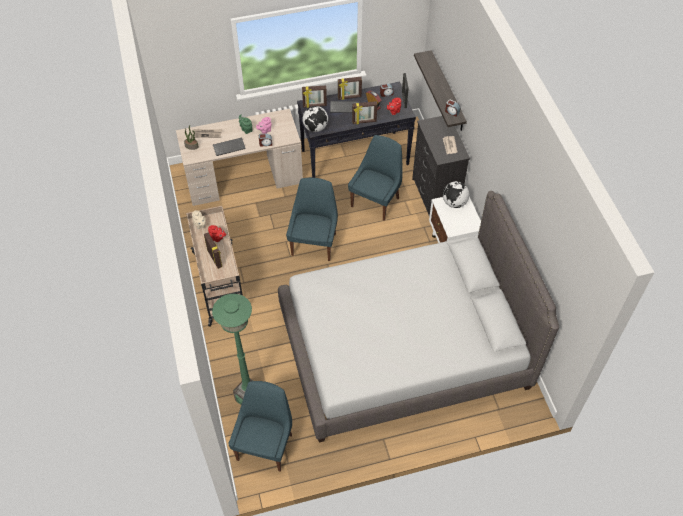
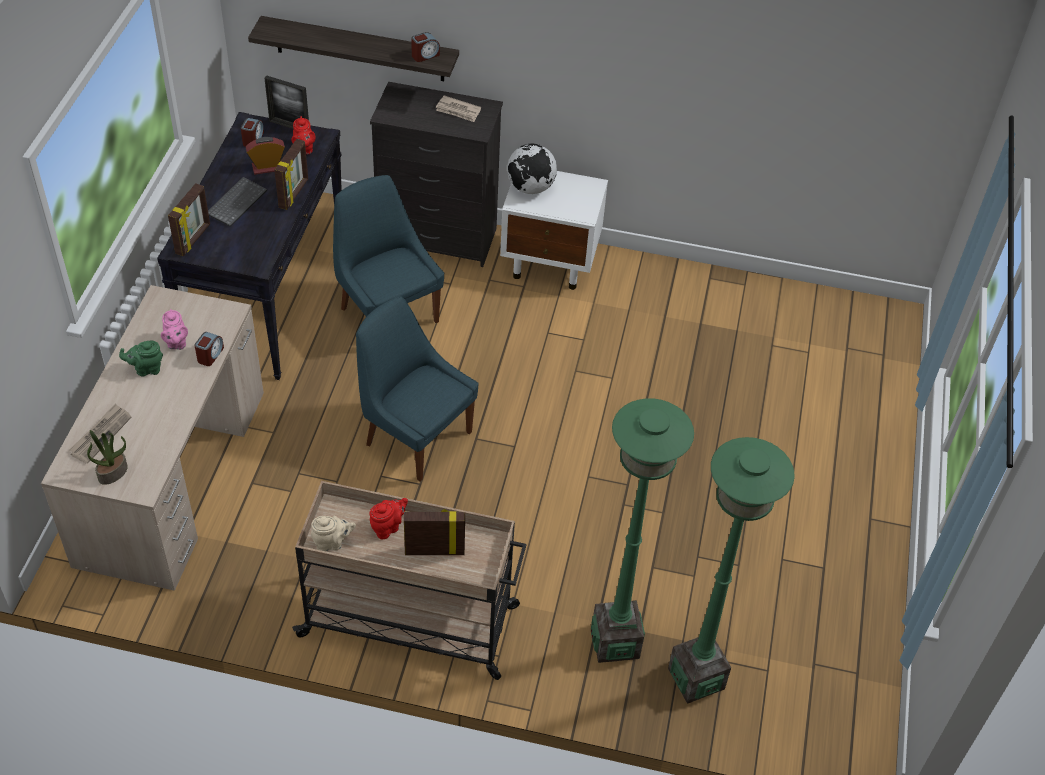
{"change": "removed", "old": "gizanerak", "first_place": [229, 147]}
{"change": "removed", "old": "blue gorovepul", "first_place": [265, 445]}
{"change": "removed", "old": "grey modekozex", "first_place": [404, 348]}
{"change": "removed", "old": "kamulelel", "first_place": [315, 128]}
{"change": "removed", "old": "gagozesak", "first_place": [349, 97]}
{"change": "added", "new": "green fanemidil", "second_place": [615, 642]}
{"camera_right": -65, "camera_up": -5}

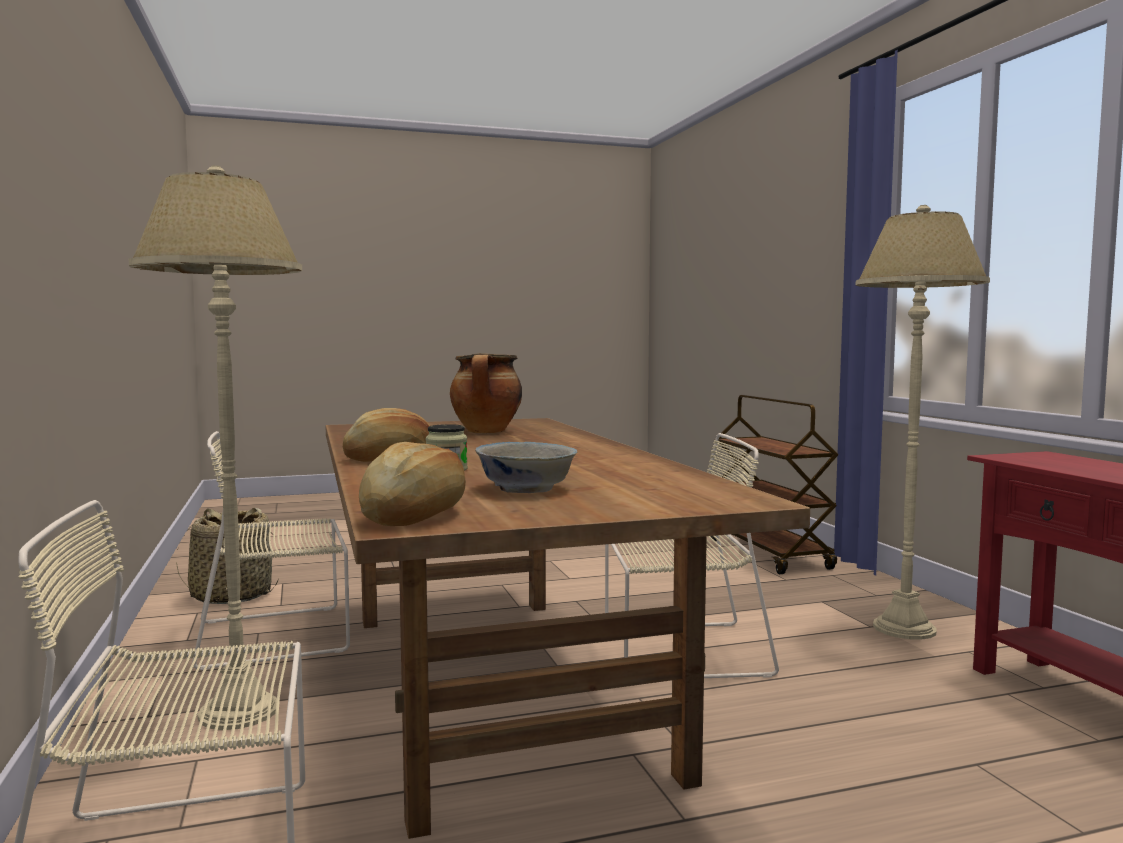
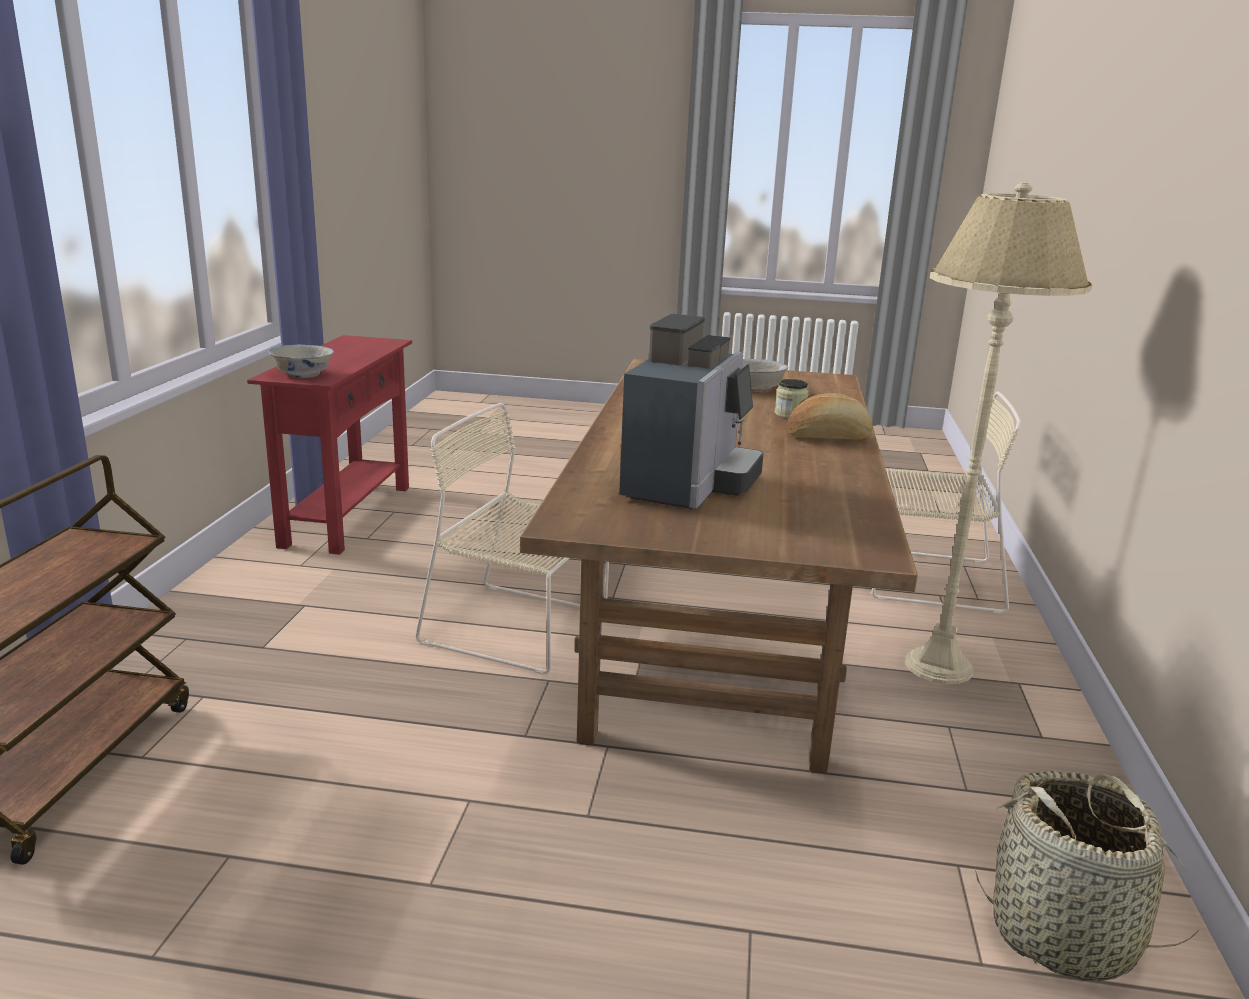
{"change": "removed", "old": "beige gorovepul", "first_place": [279, 635]}
{"change": "removed", "old": "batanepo", "first_place": [414, 516]}
{"change": "removed", "old": "beige fanemidil", "first_place": [904, 628]}
{"change": "added", "new": "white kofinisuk", "second_place": [302, 374]}
{"change": "replaced", "old": "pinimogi", "new": "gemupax", "first_place": [487, 432], "second_place": [689, 484]}
{"camera_right": -155, "camera_up": 15}

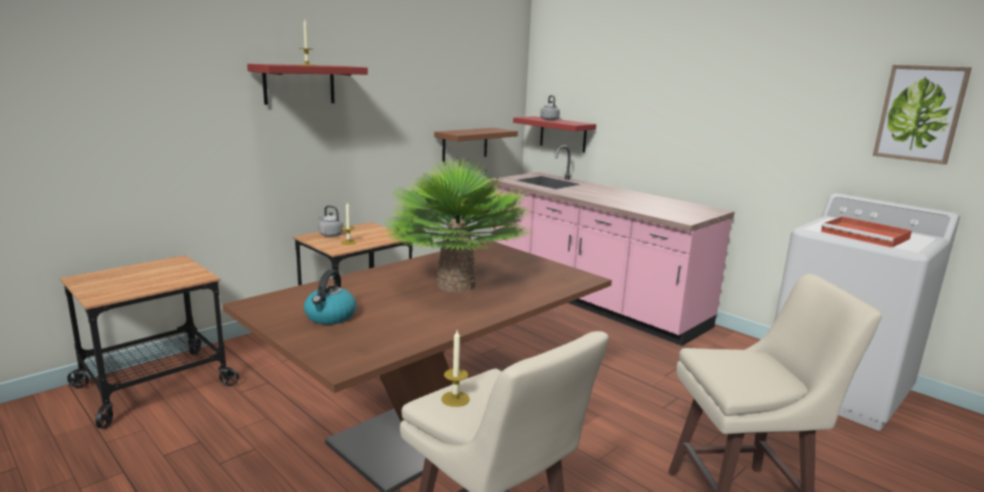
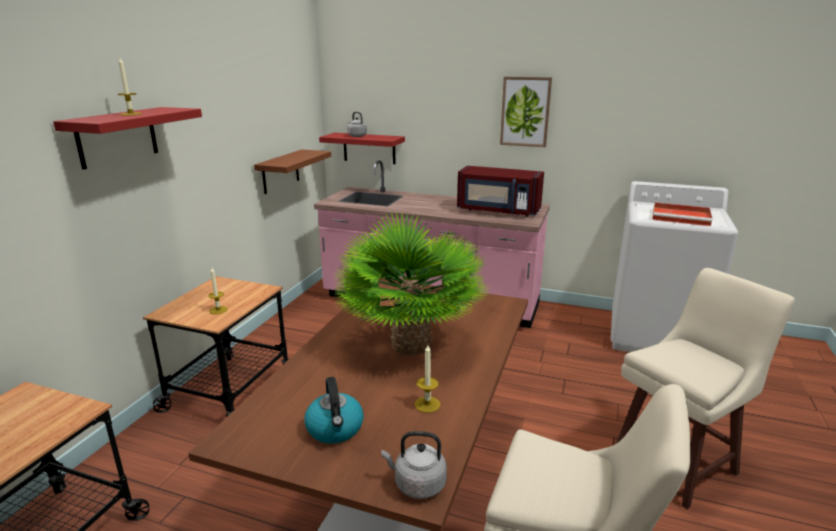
{"change": "added", "new": "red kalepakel", "second_place": [498, 211]}
{"change": "moved", "old": "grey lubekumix", "first_place": [330, 234], "second_place": [417, 484]}
{"change": "moved", "old": "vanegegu", "first_place": [455, 399], "second_place": [427, 404]}
{"change": "moved", "old": "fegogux", "first_place": [920, 113], "second_place": [525, 111]}
{"camera_right": -25, "camera_up": 5}

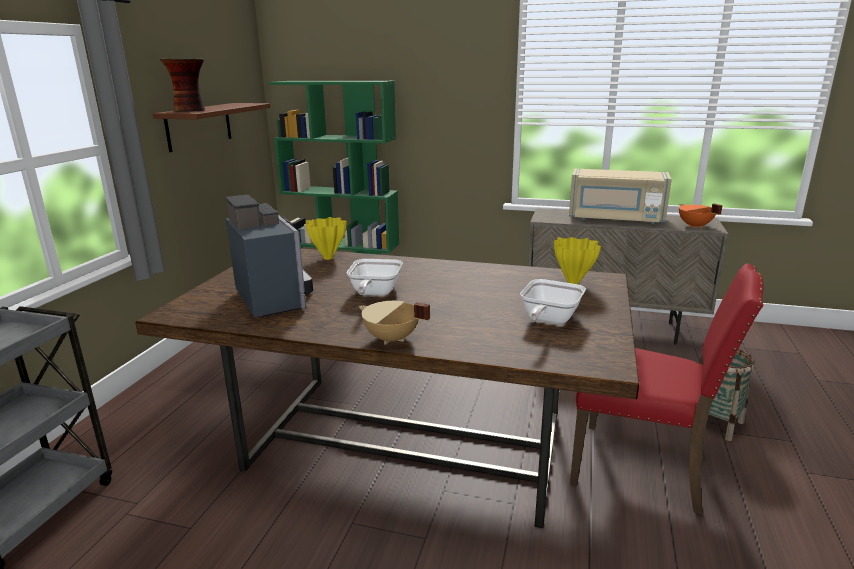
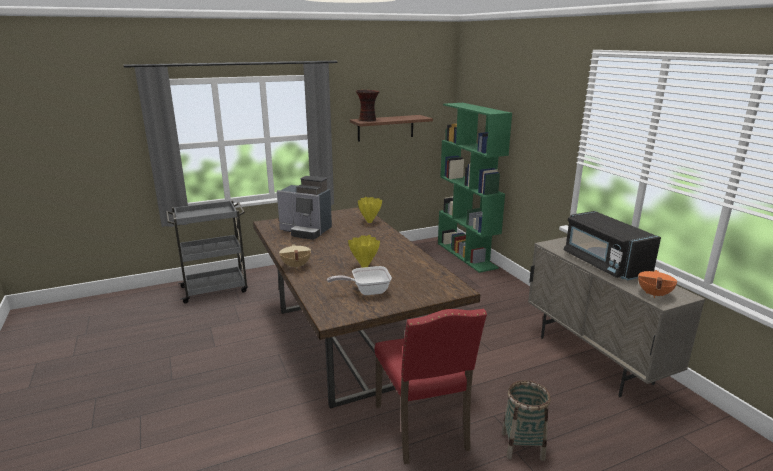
{"change": "removed", "old": "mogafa", "first_place": [374, 293]}
{"change": "moved", "old": "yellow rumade", "first_place": [573, 284], "second_place": [364, 266]}
{"change": "recoloured", "old": "beige kalepakel", "new": "black kalepakel", "first_place": [615, 219], "second_place": [604, 264]}
{"change": "turned", "old": "gemupax", "first_place": [274, 297], "second_place": [306, 231], "degrees": 90}
{"camera_right": 50, "camera_up": 0}

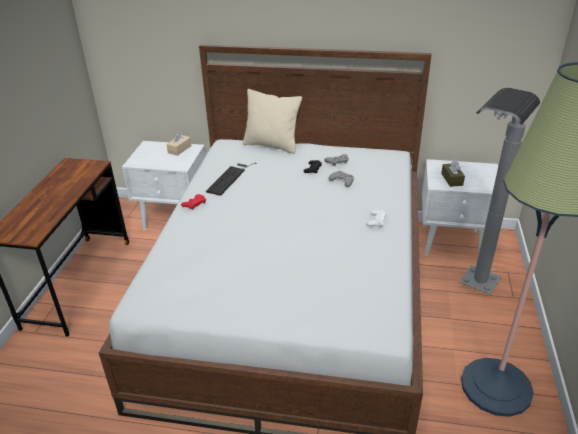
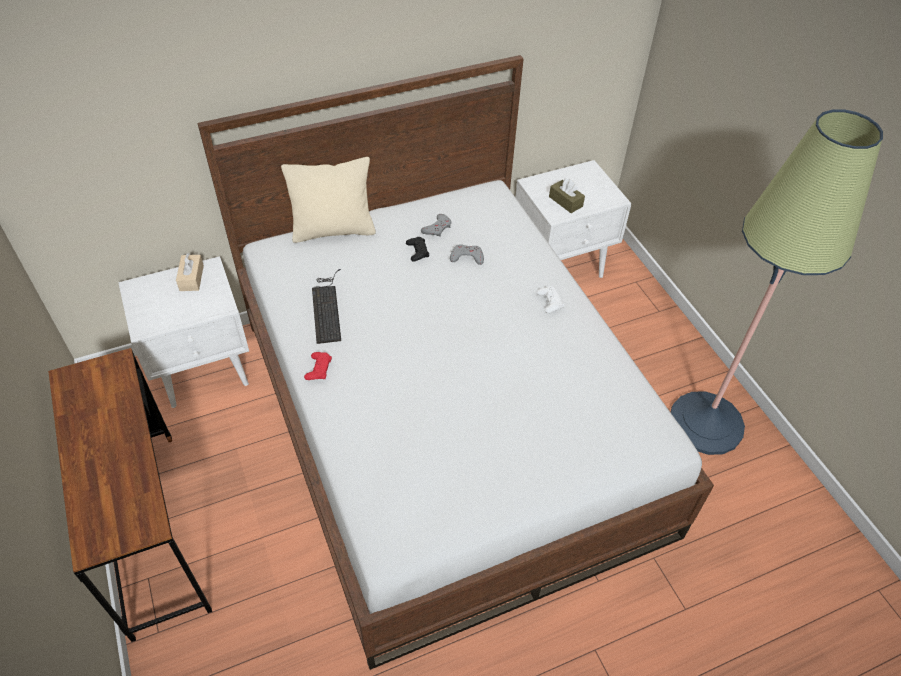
{"change": "removed", "old": "grey fanemidil", "first_place": [472, 296]}
{"camera_right": -35, "camera_up": 15}

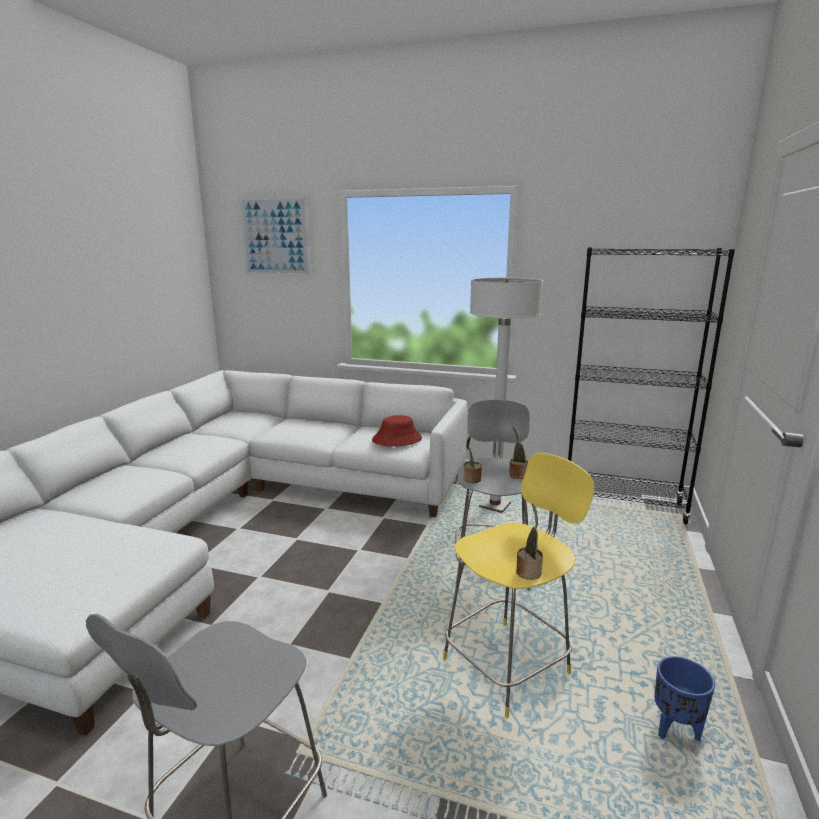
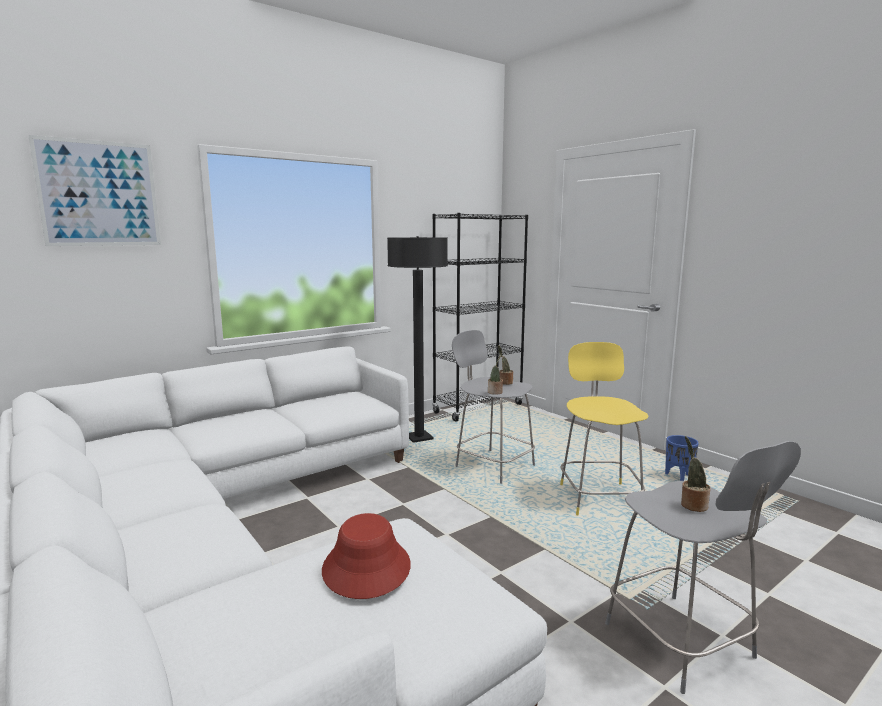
{"change": "moved", "old": "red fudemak", "first_place": [397, 439], "second_place": [366, 568]}
{"change": "moved", "old": "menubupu", "first_place": [528, 571], "second_place": [692, 505]}
{"change": "recoloured", "old": "white fanemidil", "new": "black fanemidil", "first_place": [495, 506], "second_place": [419, 438]}
{"camera_right": -55, "camera_up": -5}

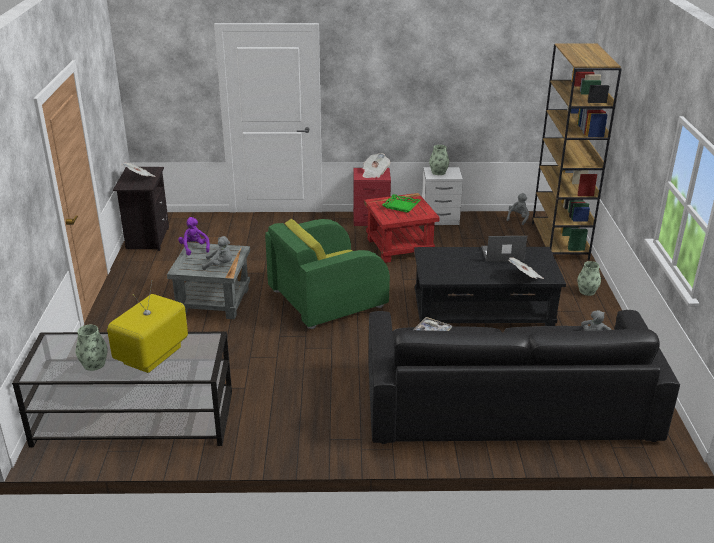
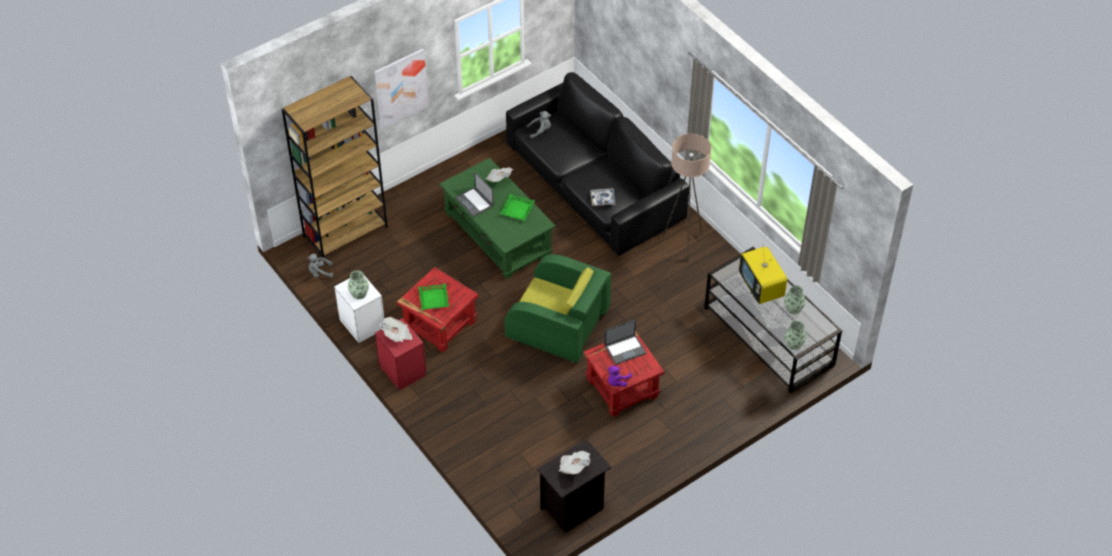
{"change": "added", "new": "fegogux", "second_place": [401, 88]}
{"change": "added", "new": "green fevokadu", "second_place": [517, 209]}
{"change": "added", "new": "beige fanemidil", "second_place": [683, 244]}
{"change": "moved", "old": "rumade", "first_place": [587, 291], "second_place": [794, 344]}
{"change": "replaced", "old": "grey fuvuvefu", "new": "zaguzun", "first_place": [220, 265], "second_place": [625, 349]}
{"change": "recoloured", "old": "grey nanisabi", "new": "red nanisabi", "first_place": [214, 302], "second_place": [622, 387]}
{"change": "recoloured", "old": "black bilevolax", "new": "green bilevolax", "first_place": [482, 310], "second_place": [498, 234]}
{"change": "turned", "old": "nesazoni", "first_place": [152, 356], "second_place": [761, 288], "degrees": 75}
{"camera_right": -125, "camera_up": 20}

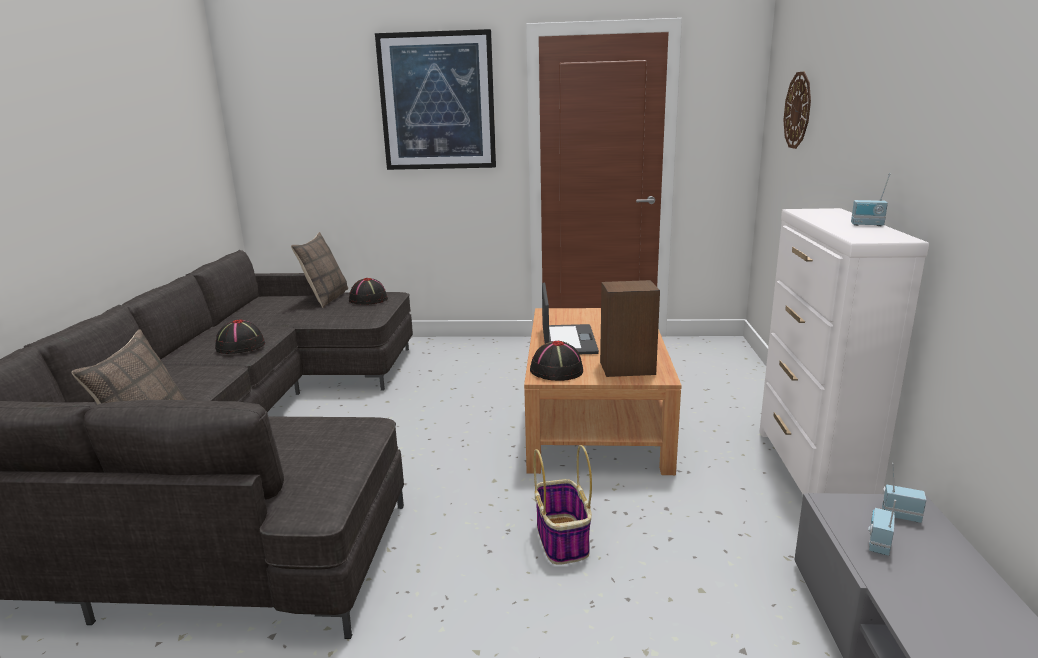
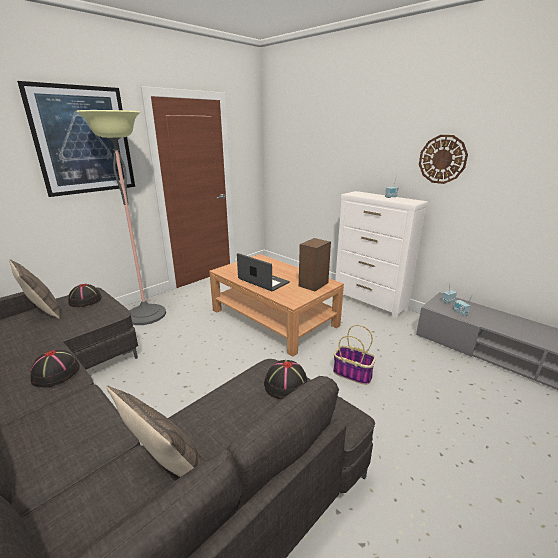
{"change": "added", "new": "fanemidil", "second_place": [146, 315]}
{"change": "moved", "old": "black fudemak", "first_place": [556, 371], "second_place": [285, 385]}
{"change": "moved", "old": "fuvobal", "first_place": [798, 110], "second_place": [442, 159]}
{"camera_right": -50, "camera_up": 5}

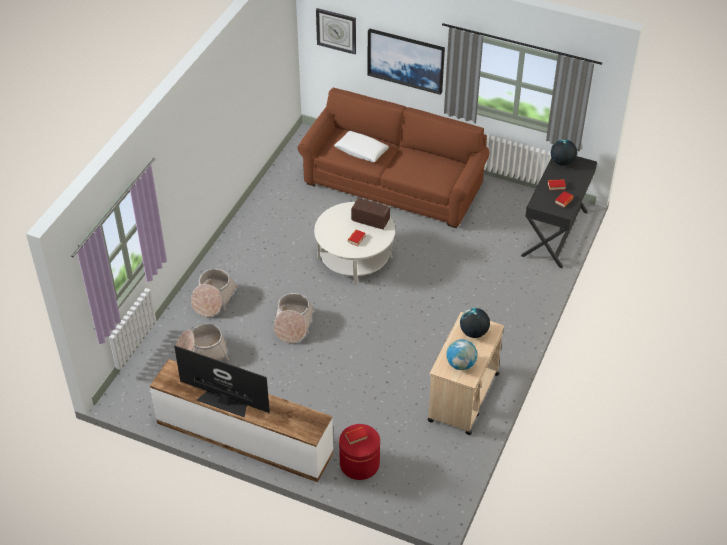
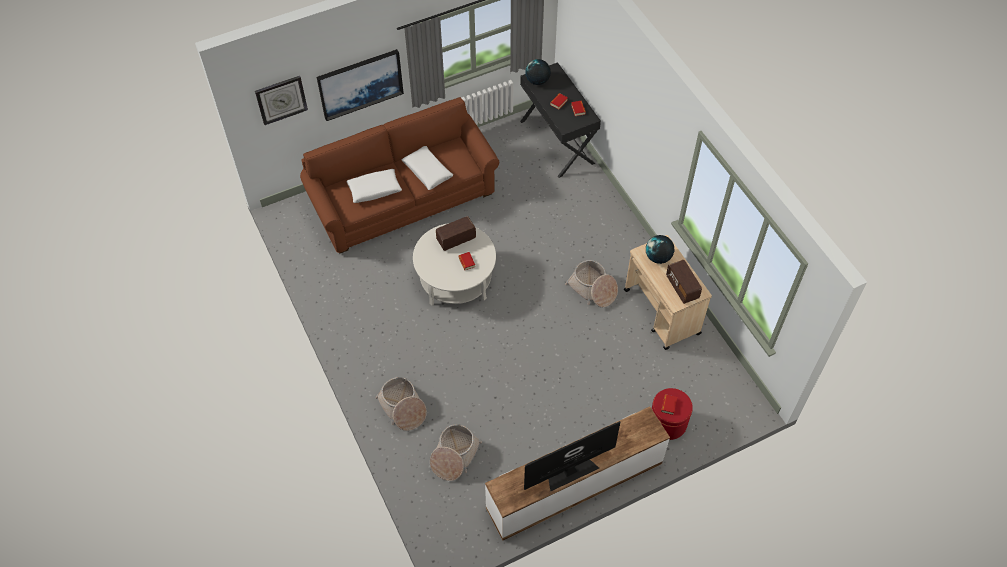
{"change": "added", "new": "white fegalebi", "second_place": [427, 171]}
{"change": "moved", "old": "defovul", "first_place": [293, 324], "second_place": [592, 289]}
{"change": "replaced", "old": "kamulelel", "new": "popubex", "first_place": [461, 364], "second_place": [682, 287]}
{"camera_right": -50, "camera_up": 10}

